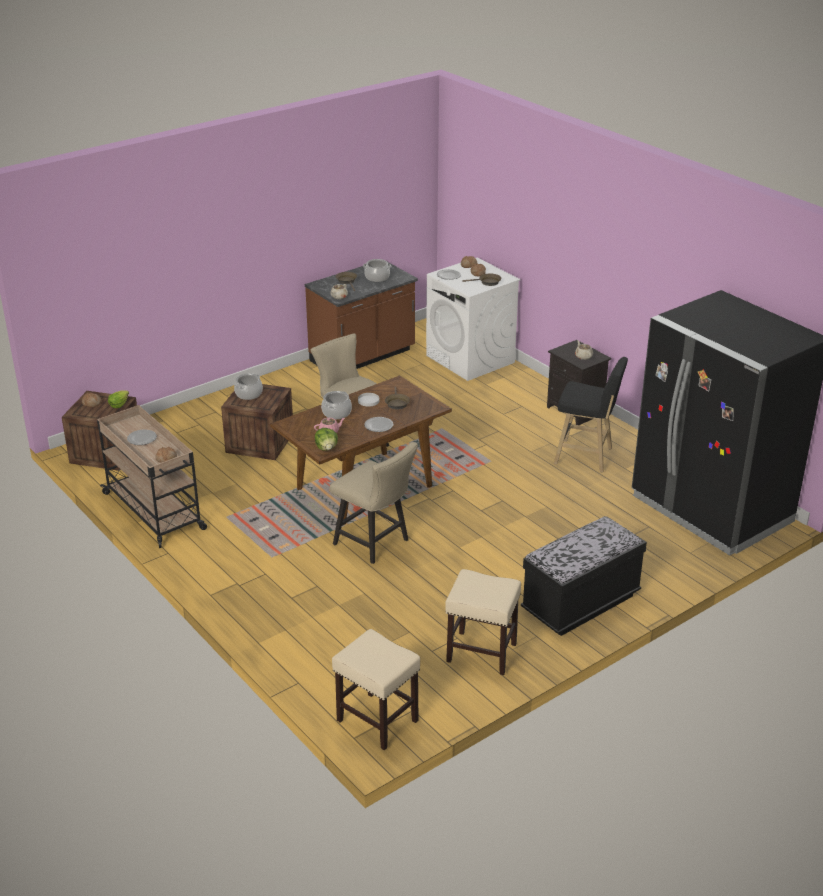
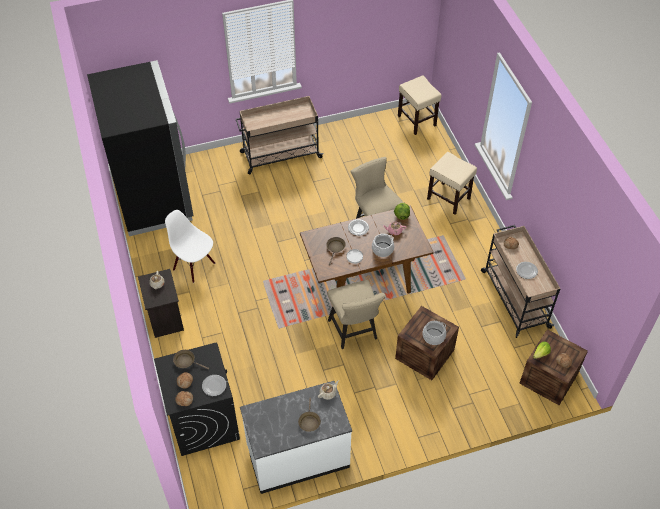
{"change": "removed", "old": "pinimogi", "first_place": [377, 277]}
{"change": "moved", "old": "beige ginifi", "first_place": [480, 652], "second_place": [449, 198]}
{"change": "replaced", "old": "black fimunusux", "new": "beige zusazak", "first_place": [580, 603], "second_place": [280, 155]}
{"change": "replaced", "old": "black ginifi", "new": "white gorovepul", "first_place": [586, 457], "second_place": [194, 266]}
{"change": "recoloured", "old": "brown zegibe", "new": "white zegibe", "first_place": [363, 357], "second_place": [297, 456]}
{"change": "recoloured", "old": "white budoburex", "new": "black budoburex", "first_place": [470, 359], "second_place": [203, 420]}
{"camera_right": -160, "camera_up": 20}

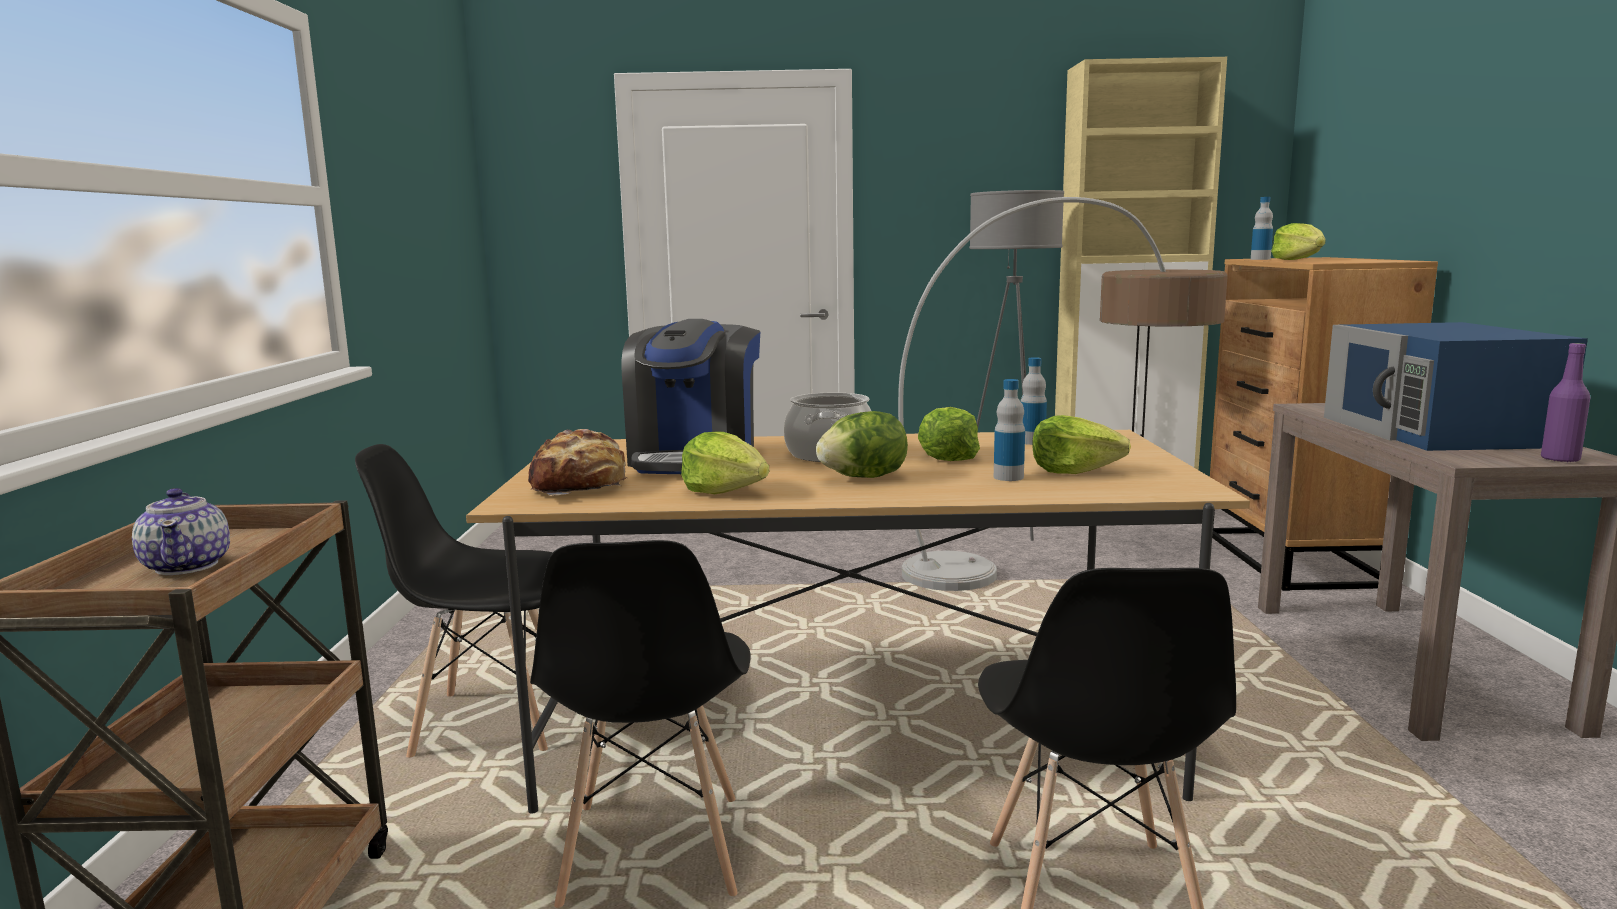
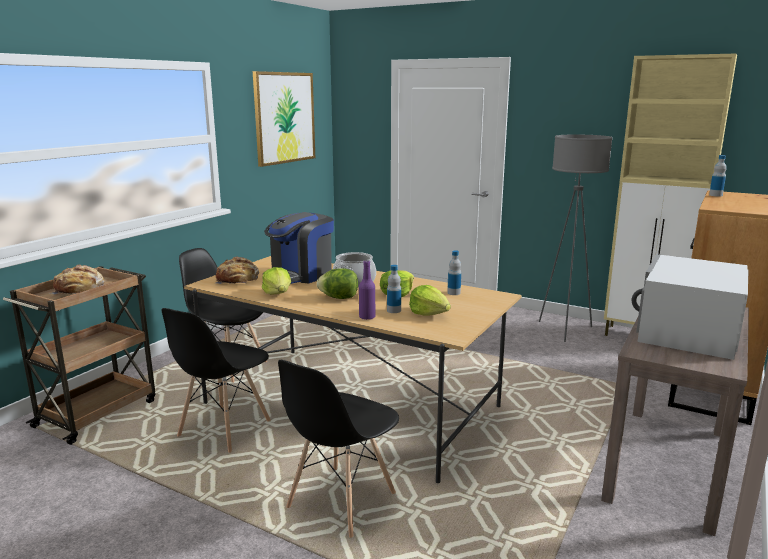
{"change": "removed", "old": "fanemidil", "first_place": [1067, 564]}
{"change": "removed", "old": "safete", "first_place": [1298, 260]}
{"change": "added", "new": "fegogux", "second_place": [284, 118]}
{"change": "moved", "old": "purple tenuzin", "first_place": [1560, 459], "second_place": [367, 317]}
{"change": "replaced", "old": "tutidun", "new": "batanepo", "first_place": [188, 565], "second_place": [80, 290]}
{"change": "recoloured", "old": "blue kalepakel", "new": "white kalepakel", "first_place": [1438, 431], "second_place": [687, 331]}
{"camera_right": 30, "camera_up": 5}

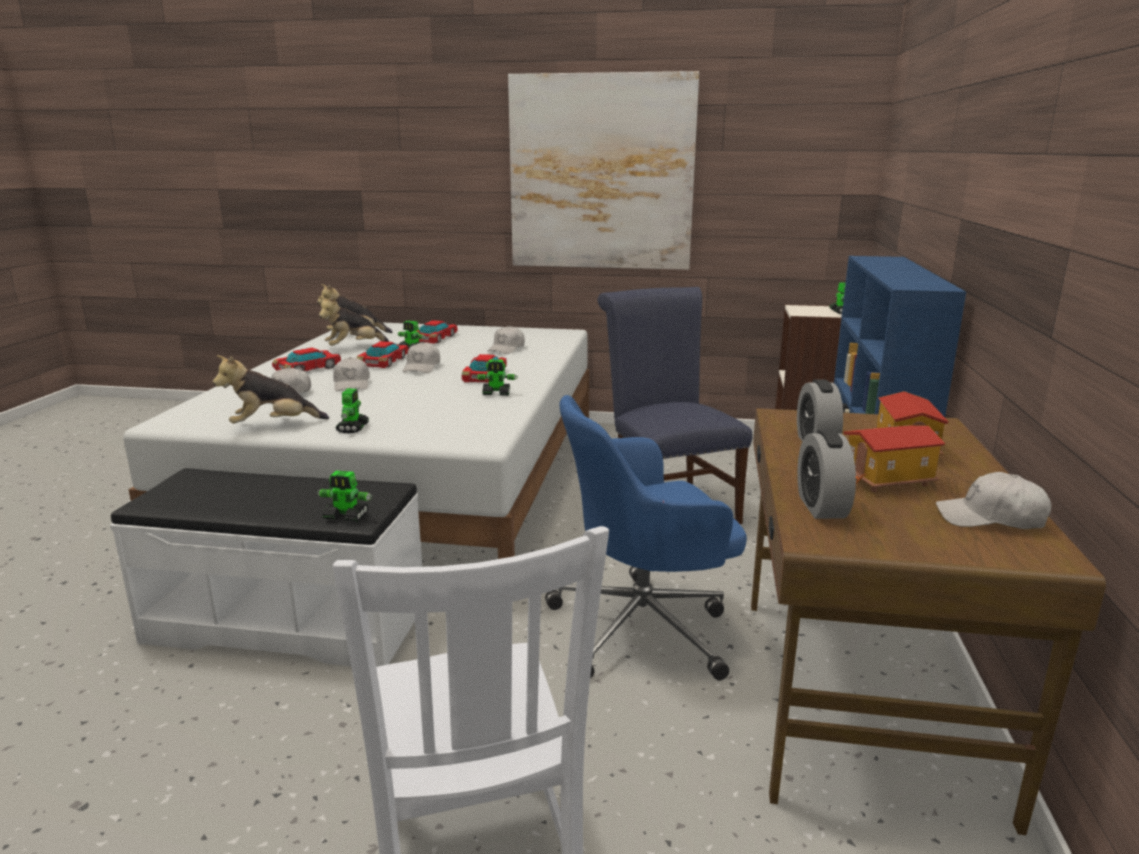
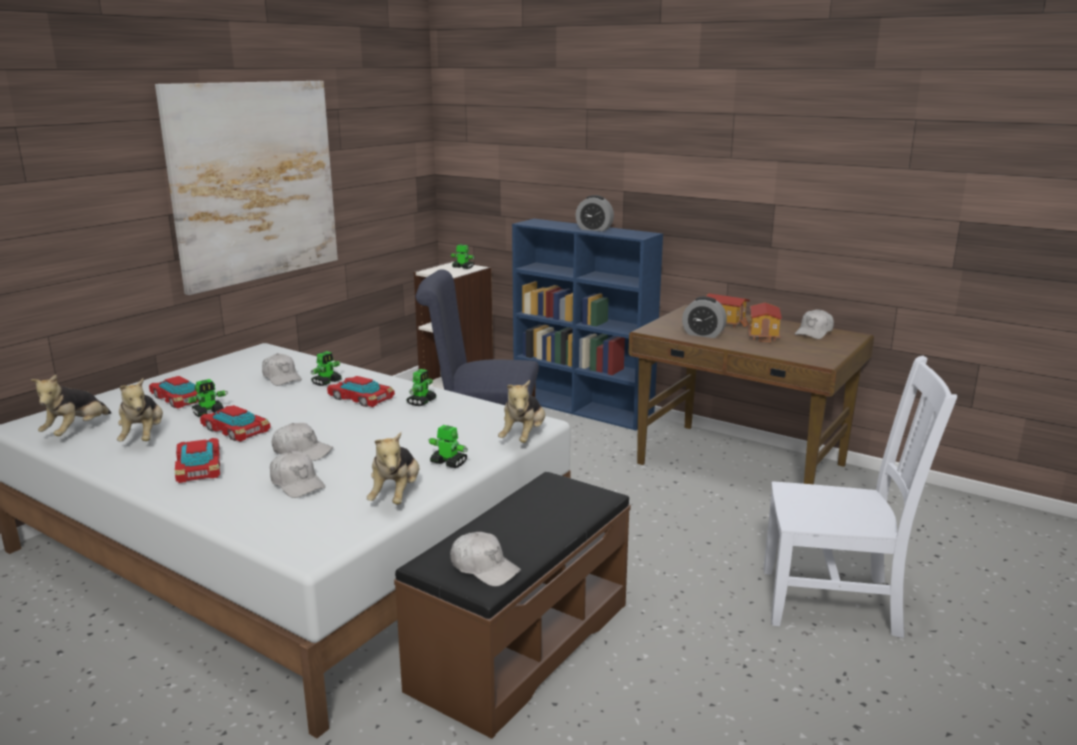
{"change": "removed", "old": "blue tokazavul", "first_place": [644, 628]}
{"change": "added", "new": "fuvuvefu", "second_place": [523, 437]}
{"change": "moved", "old": "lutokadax", "first_place": [346, 517], "second_place": [327, 382]}
{"change": "moved", "old": "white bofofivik", "first_place": [422, 367], "second_place": [484, 568]}
{"change": "moved", "old": "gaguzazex", "first_place": [821, 506], "second_place": [594, 229]}
{"change": "recoloured", "old": "white fimunusux", "new": "brown fimunusux", "first_place": [288, 622], "second_place": [520, 645]}
{"camera_right": -65, "camera_up": 0}

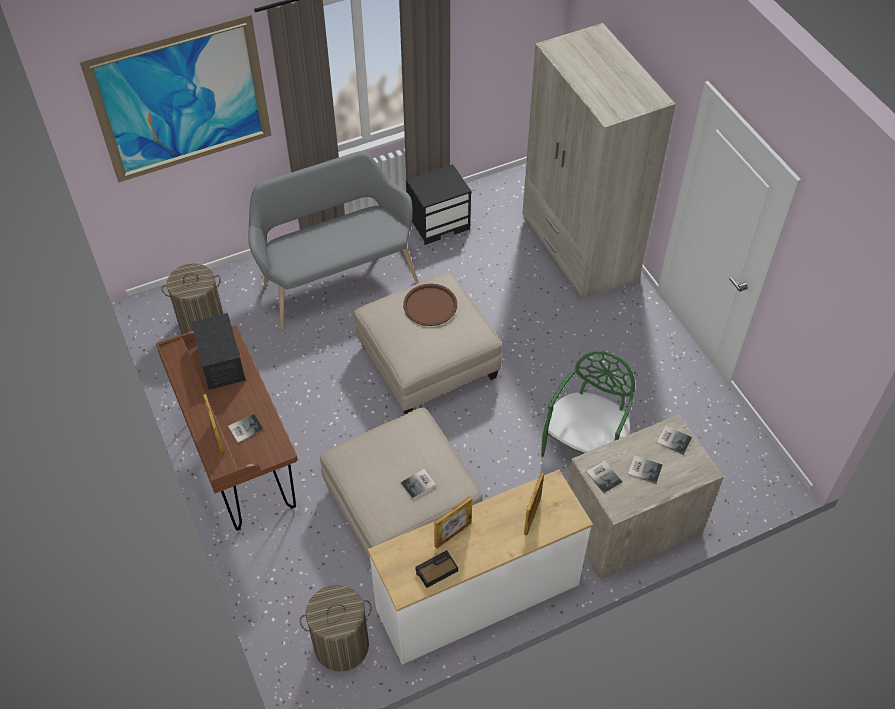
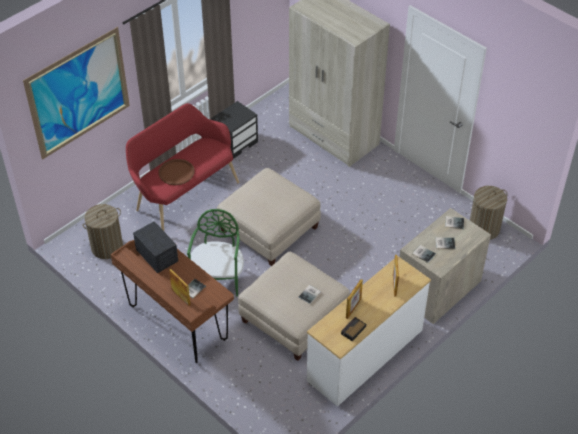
{"change": "moved", "old": "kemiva", "first_place": [341, 645], "second_place": [484, 228]}
{"change": "moved", "old": "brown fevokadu", "first_place": [430, 305], "second_place": [176, 172]}
{"change": "moved", "old": "green gorovepul", "first_place": [585, 447], "second_place": [218, 278]}
{"change": "recoloured", "old": "grey fimunusux", "new": "red fimunusux", "first_place": [336, 278], "second_place": [183, 195]}
{"camera_right": -20, "camera_up": -5}

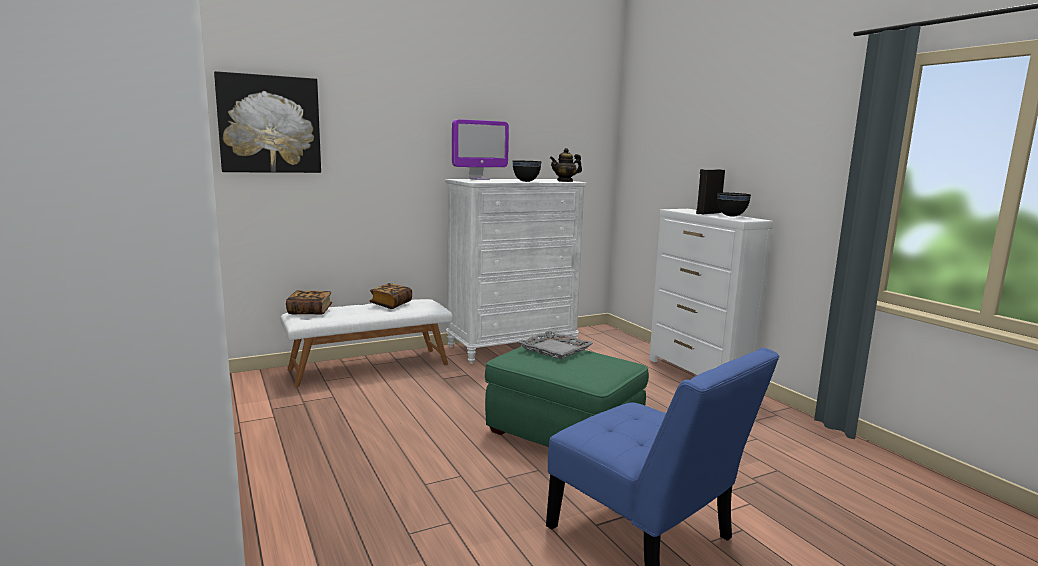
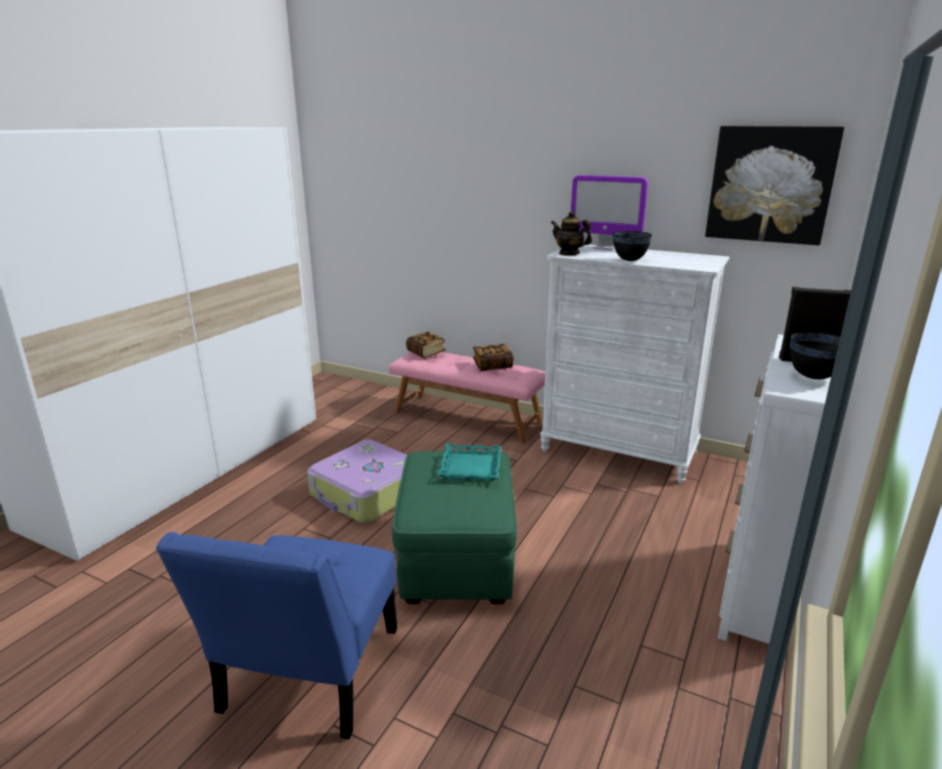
{"change": "added", "new": "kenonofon", "second_place": [367, 494]}
{"change": "moved", "old": "fegogux", "first_place": [269, 124], "second_place": [770, 184]}
{"change": "moved", "old": "tutidun", "first_place": [565, 181], "second_place": [569, 253]}
{"change": "recoloured", "old": "white fimunusux", "new": "pink fimunusux", "first_place": [369, 366], "second_place": [468, 417]}
{"change": "recoloured", "old": "grey fevokadu", "new": "turquoise fevokadu", "first_place": [555, 349], "second_place": [471, 467]}
{"camera_right": 55, "camera_up": 10}

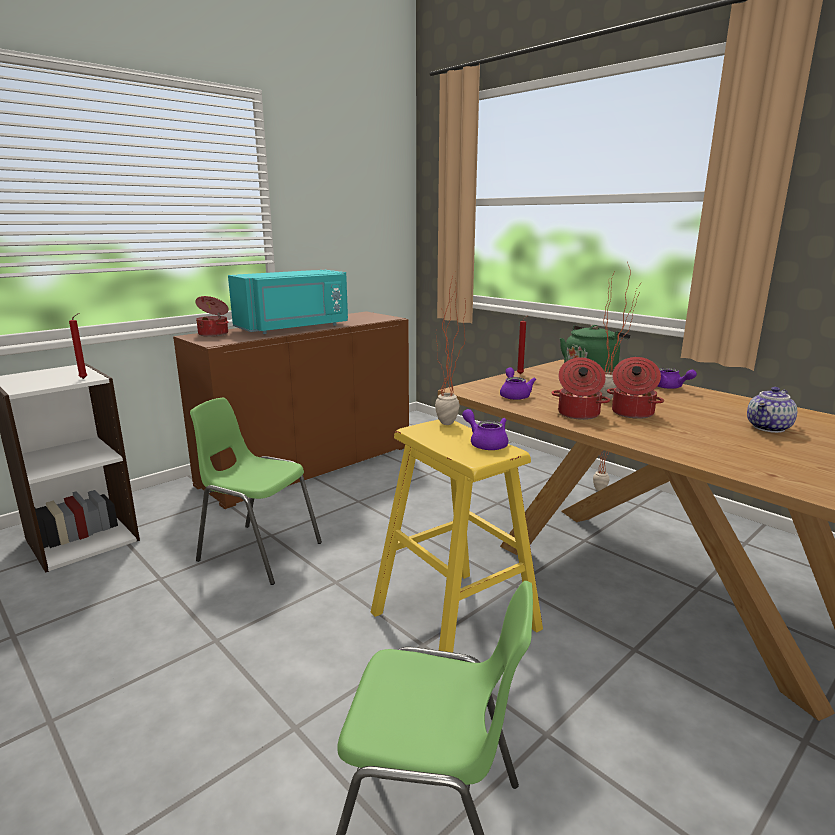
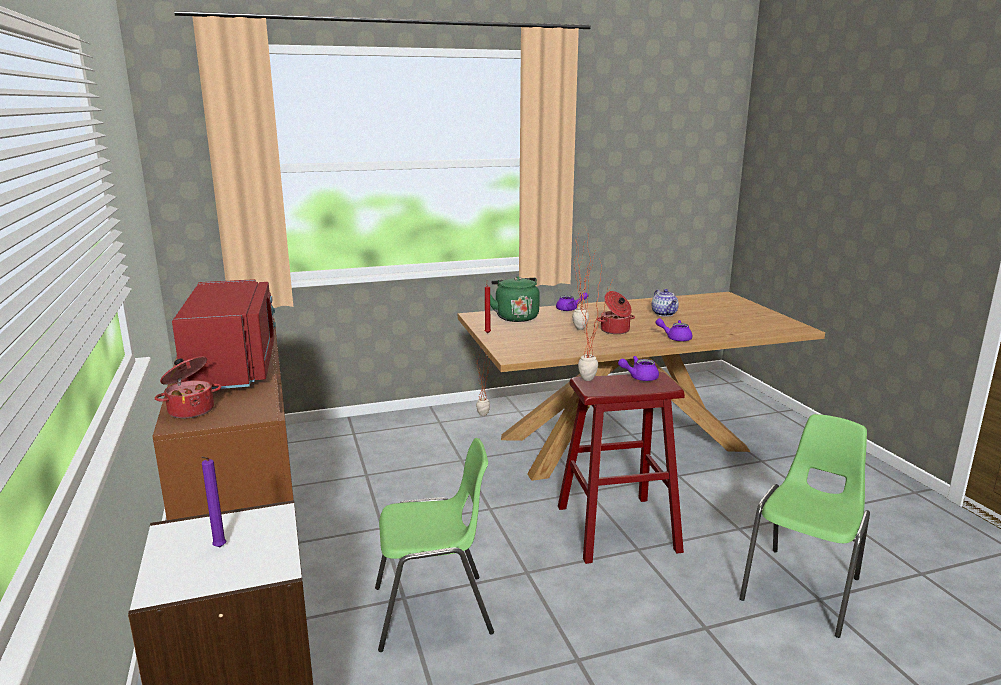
{"change": "removed", "old": "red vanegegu", "first_place": [85, 378]}
{"change": "removed", "old": "pinimogi", "first_place": [578, 414]}
{"change": "added", "new": "purple vanegegu", "second_place": [218, 548]}
{"change": "moved", "old": "purple tutidun", "first_place": [514, 395], "second_place": [675, 338]}
{"change": "recoloured", "old": "turquoise kalepakel", "new": "red kalepakel", "first_place": [294, 328], "second_place": [235, 367]}
{"change": "recoloured", "old": "yellow ginifi", "new": "red ginifi", "first_place": [454, 620], "second_place": [616, 528]}
{"change": "turned", "old": "green gorovepul", "first_place": [259, 552], "second_place": [434, 611], "degrees": -150}
{"camera_right": -65, "camera_up": 0}

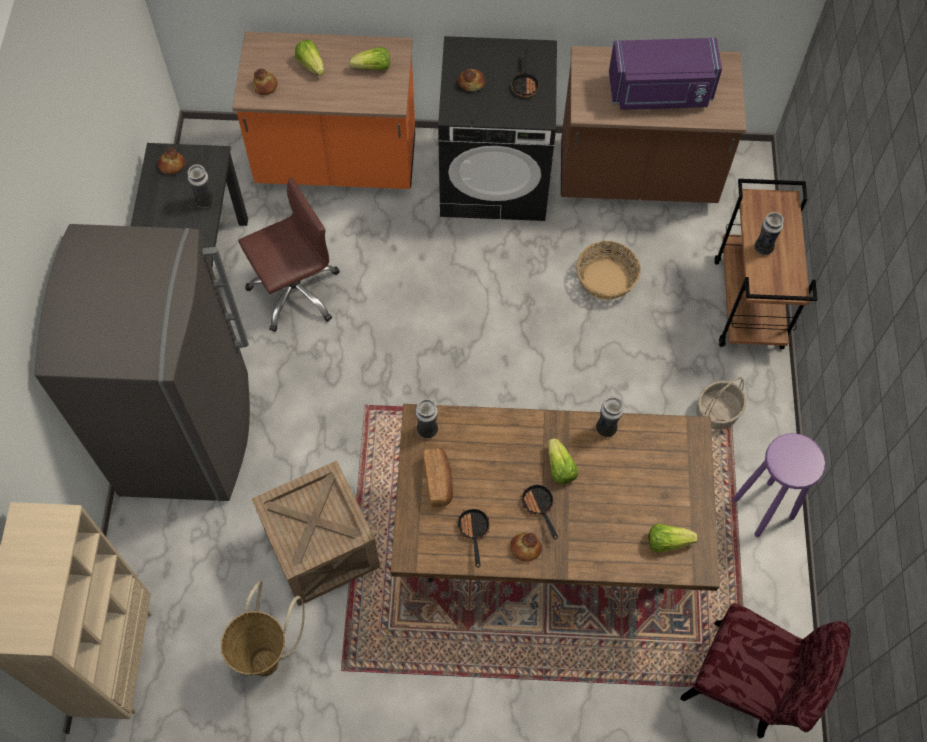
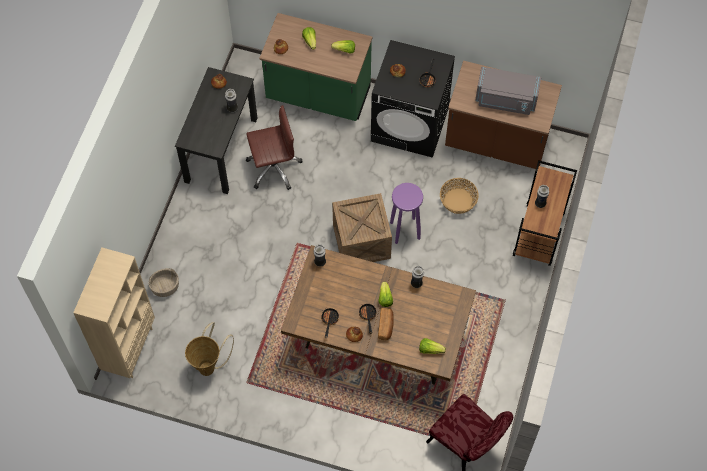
{"change": "removed", "old": "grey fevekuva", "first_place": [188, 433]}
{"change": "moved", "old": "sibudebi", "first_place": [321, 548], "second_place": [361, 241]}
{"change": "moved", "old": "batanepo", "first_place": [438, 481], "second_place": [386, 326]}
{"change": "moved", "old": "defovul", "first_place": [717, 412], "second_place": [165, 287]}
{"change": "moved", "old": "purple ginifi", "first_place": [763, 509], "second_place": [405, 230]}
{"change": "recoloured", "old": "orange zegibe", "new": "green zegibe", "first_place": [337, 164], "second_place": [318, 95]}
{"change": "recoloured", "old": "purple kalepakel", "new": "grey kalepakel", "first_place": [660, 93], "second_place": [505, 100]}
{"camera_right": 15, "camera_up": 0}

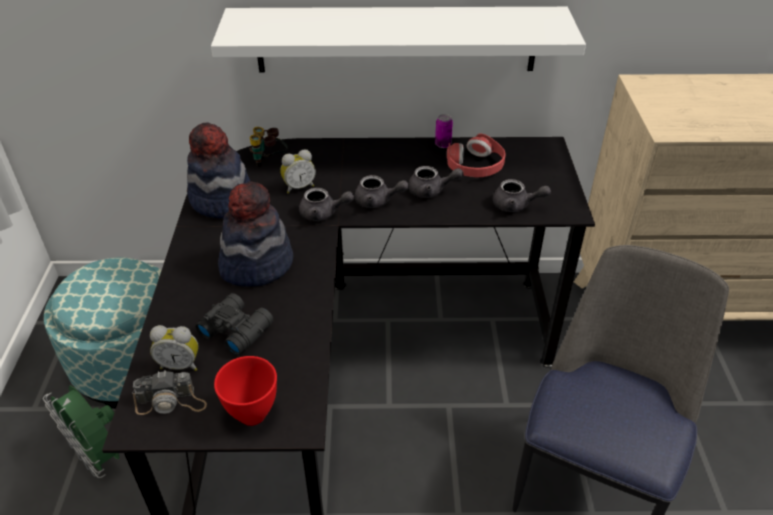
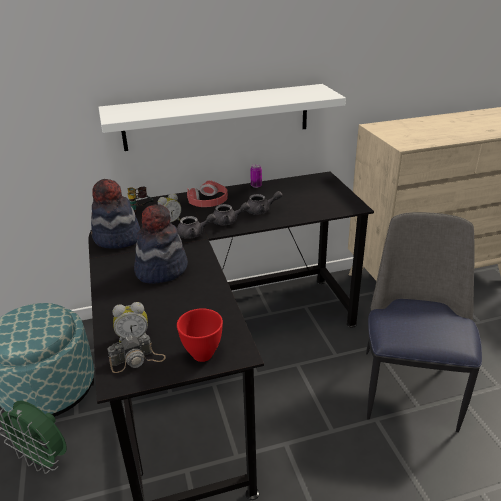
{"change": "removed", "old": "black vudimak", "first_place": [236, 329]}
{"change": "removed", "old": "grey tutidun", "first_place": [516, 205]}
{"change": "moved", "old": "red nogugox", "first_place": [475, 166], "second_place": [208, 201]}
{"camera_right": -15, "camera_up": -10}

